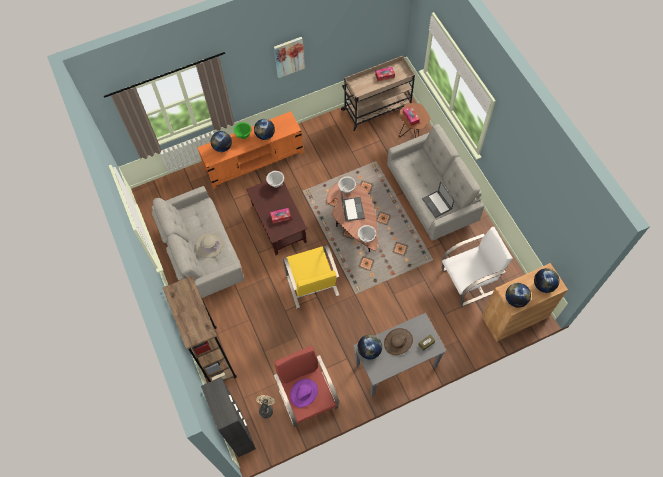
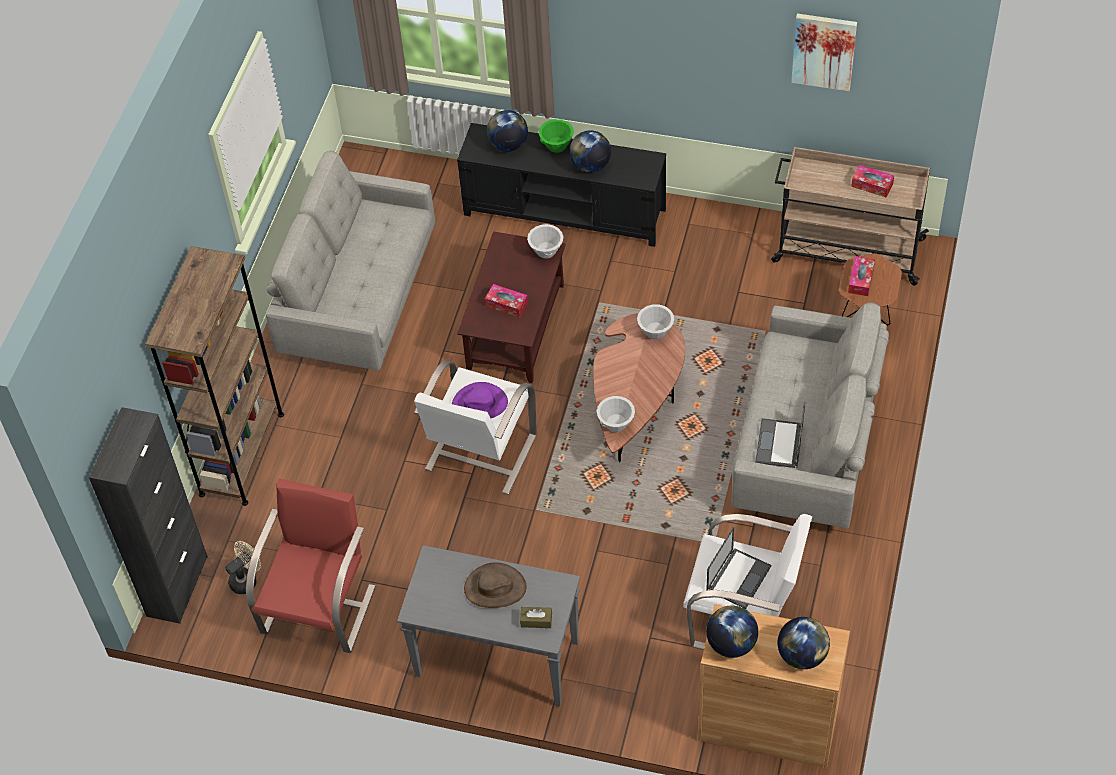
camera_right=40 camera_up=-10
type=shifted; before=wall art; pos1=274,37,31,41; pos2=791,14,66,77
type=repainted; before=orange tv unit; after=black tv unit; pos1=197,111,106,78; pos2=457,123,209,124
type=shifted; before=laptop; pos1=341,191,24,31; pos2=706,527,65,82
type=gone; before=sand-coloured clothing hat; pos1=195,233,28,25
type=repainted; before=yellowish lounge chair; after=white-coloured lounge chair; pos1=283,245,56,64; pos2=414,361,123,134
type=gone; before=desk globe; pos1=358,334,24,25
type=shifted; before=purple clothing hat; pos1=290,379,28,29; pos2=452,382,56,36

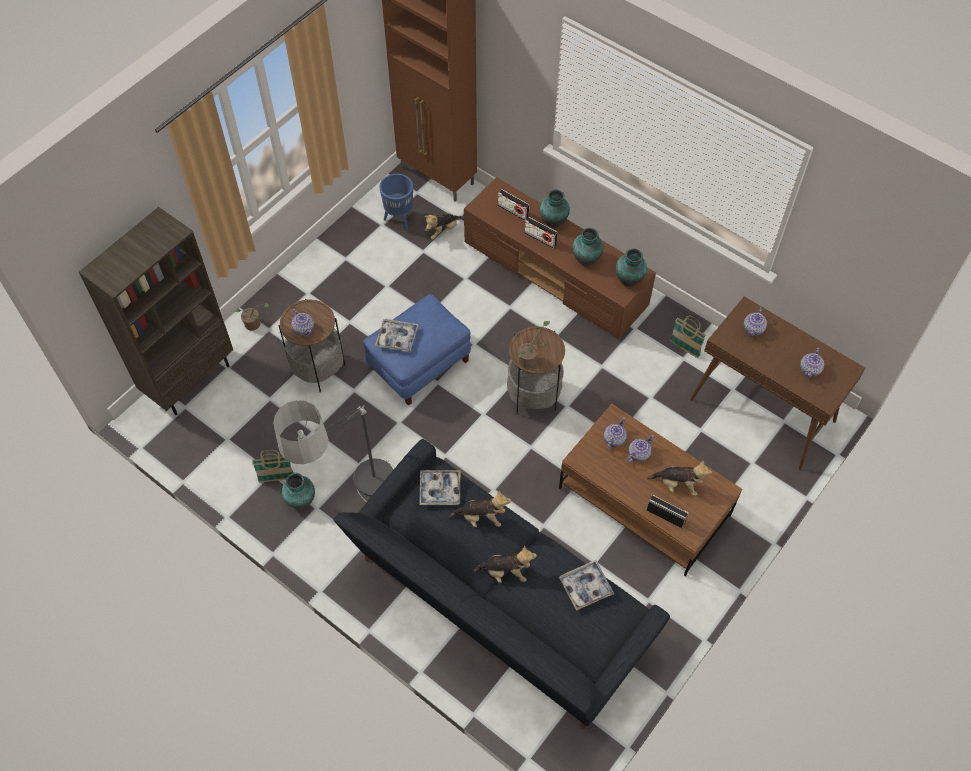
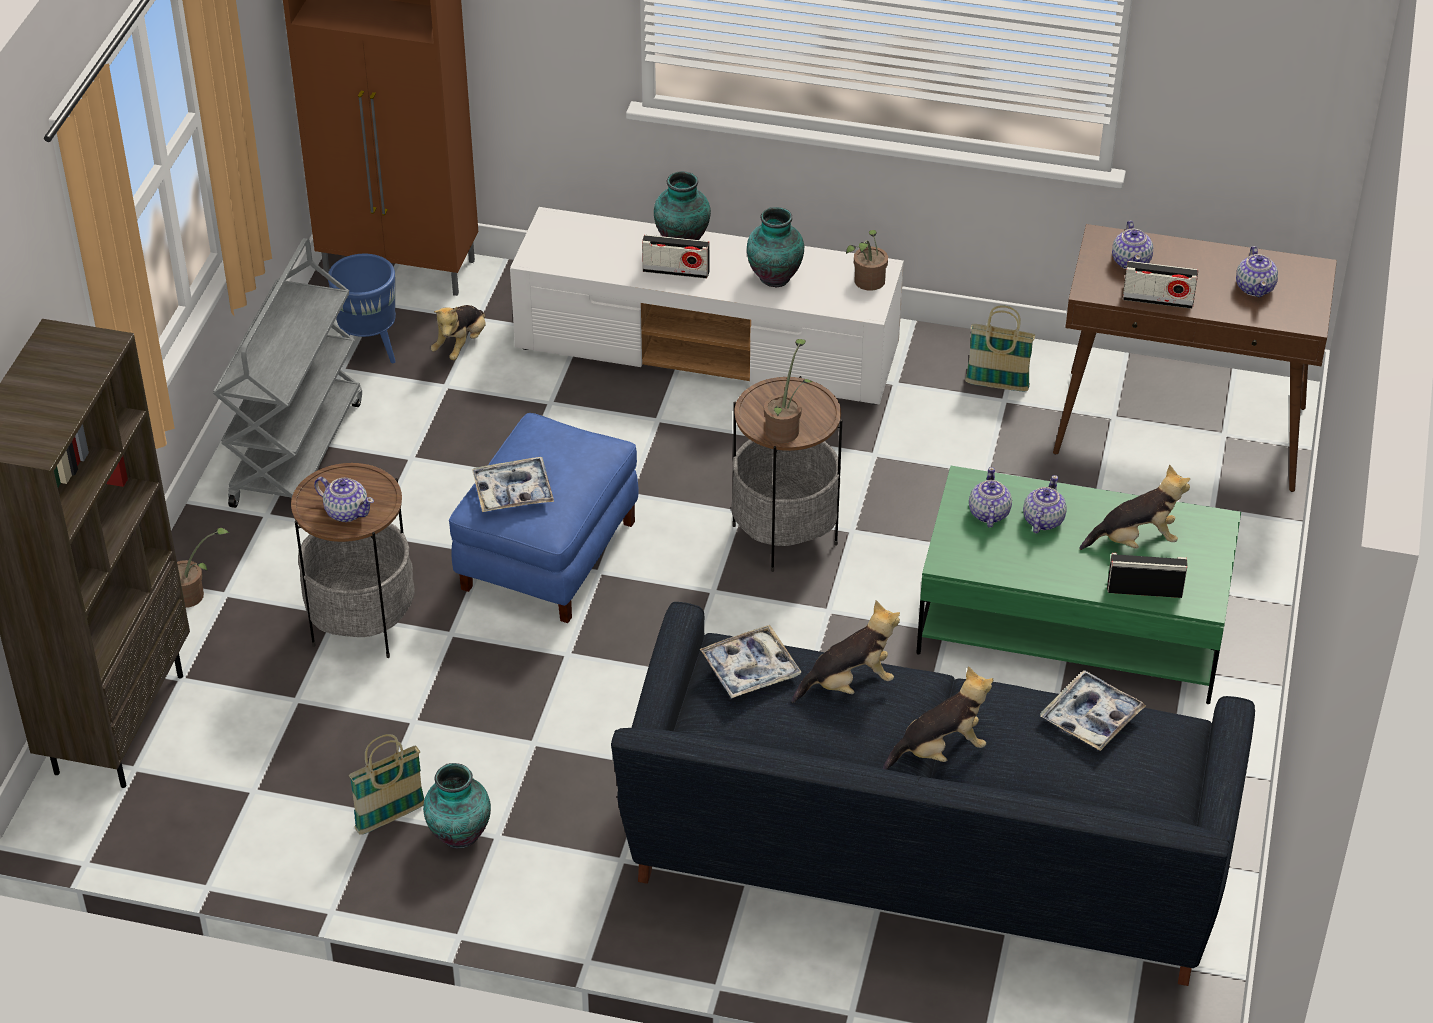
camera_right=-25 camera_up=-15
type=repainted; before=brown-coloured tv unit; after=white-coloured tv unit; pos1=464,177,192,162; pos2=510,207,394,198
type=shifted; before=radio; pos1=498,189,32,32; pos2=1123,261,75,48
type=swapped; before=decorative vase; after=potted plant; pos1=616,249,31,38; pos2=846,230,42,61
type=gone; before=floor lamp; pos1=273,400,122,102
type=repainted; before=brown-coloured low table; after=greenish low table; pos1=559,404,183,172; pos2=916,466,325,238
type=new; after=greyish trolley; pos2=213,238,149,270

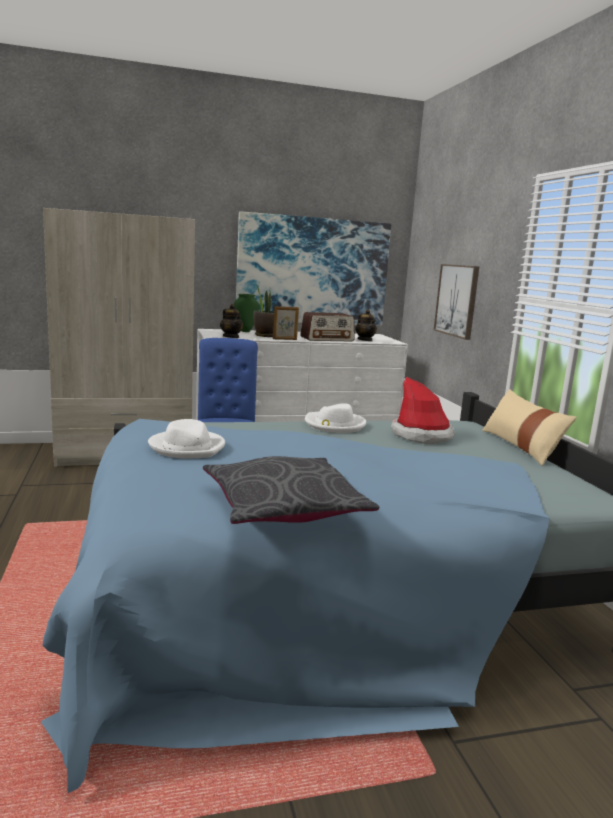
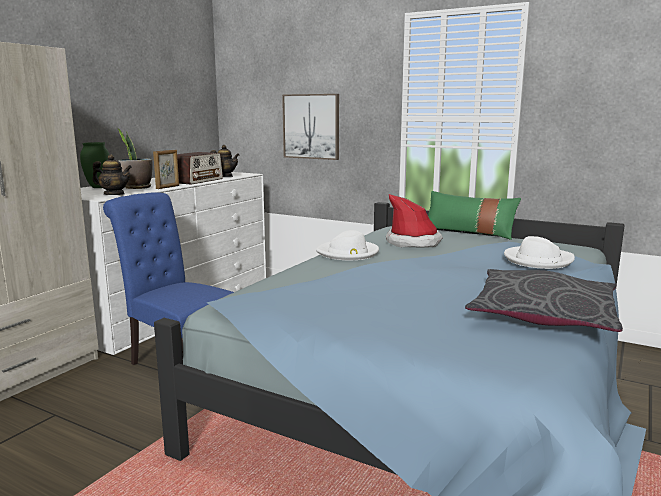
camera_right=-45 camera_up=0
type=gone; before=wall art; pos1=236,211,155,115
type=repainted; before=sand-coloured cushion; after=greenish cushion; pos1=482,389,95,77; pos2=428,191,93,49
type=shifted; before=white-coloured clothing hat; pos1=148,419,77,40; pos2=504,236,71,33

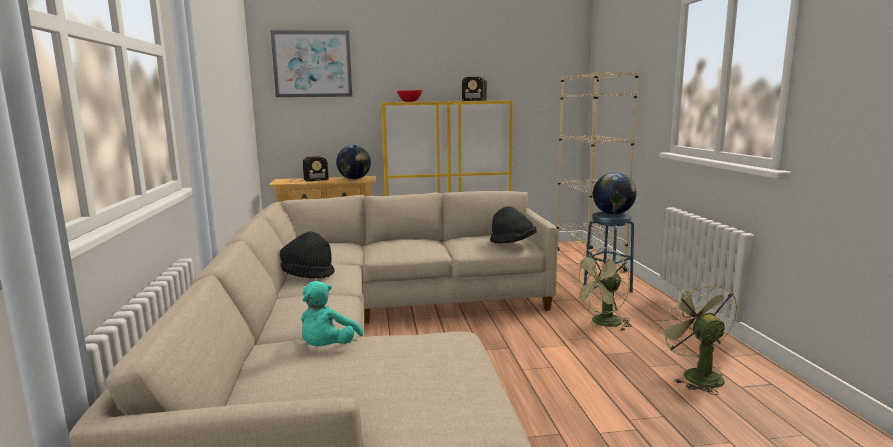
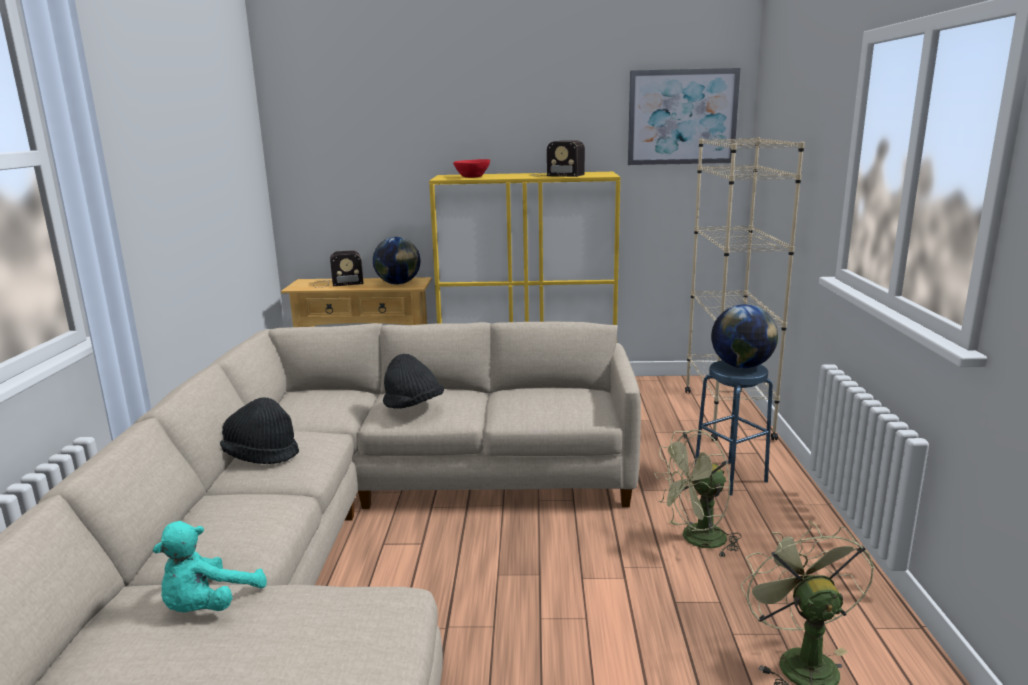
camera_right=10 camera_up=5
type=shifted; before=wall art; pos1=270,30,82,68; pos2=628,68,113,97
type=shifted; before=black clothing hat; pos1=490,206,47,38; pos2=383,354,61,55

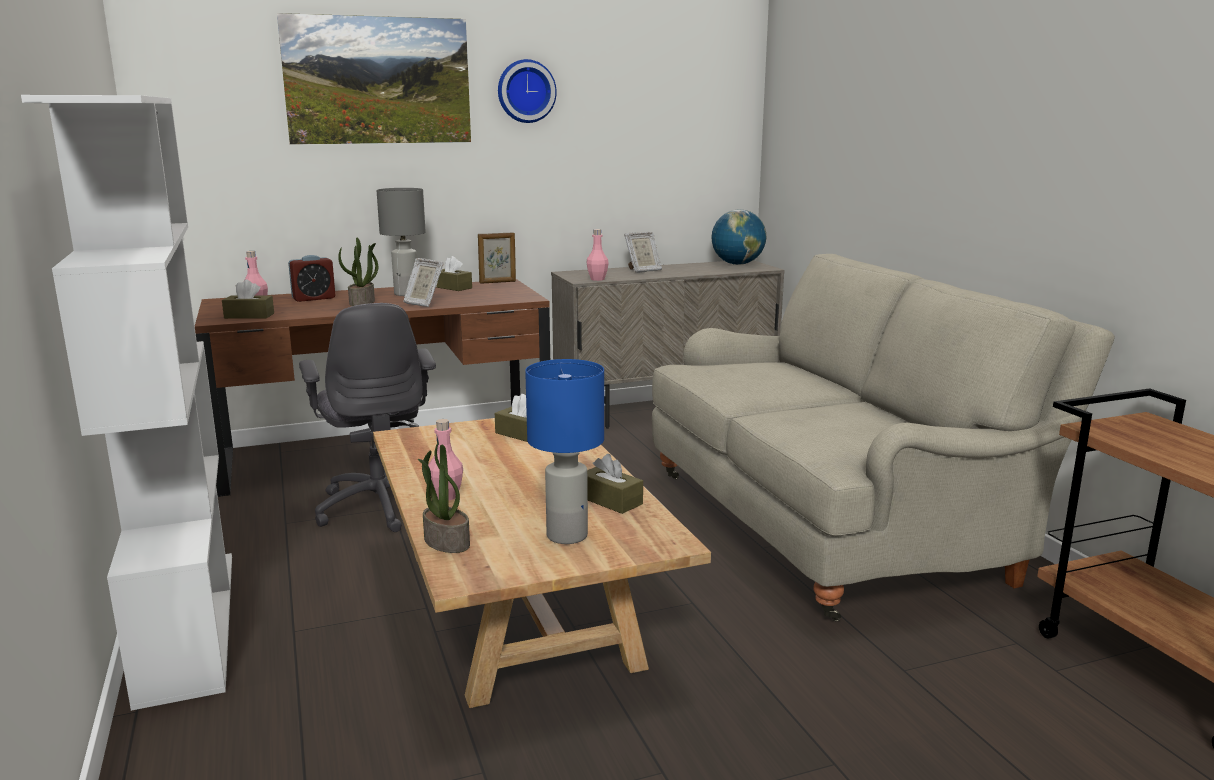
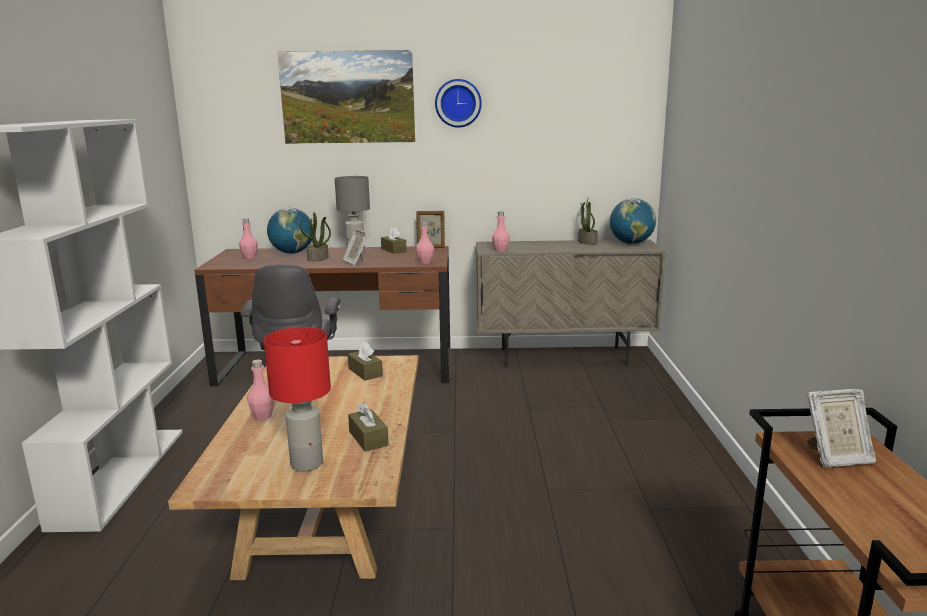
camera_right=20 camera_up=0
type=shifted; before=photo frame; pos1=624,232,38,41; pos2=807,389,69,79
type=gone; before=sand-coloured settee; pos1=652,254,463,367
type=swapped; before=table clock; after=desk globe; pos1=288,255,47,47; pos2=267,208,46,46
type=gone; before=brown-coloured tissue box; pos1=222,280,52,39
type=repainted; before=blue-coloured lamp for a table; after=red-coloured lamp for a table; pos1=525,359,79,185; pos2=264,327,67,144
type=shifted; before=potted plant; pos1=418,441,52,112; pos2=578,199,20,46
type=new; after=pinkish beverage bottle; pos2=416,222,18,42

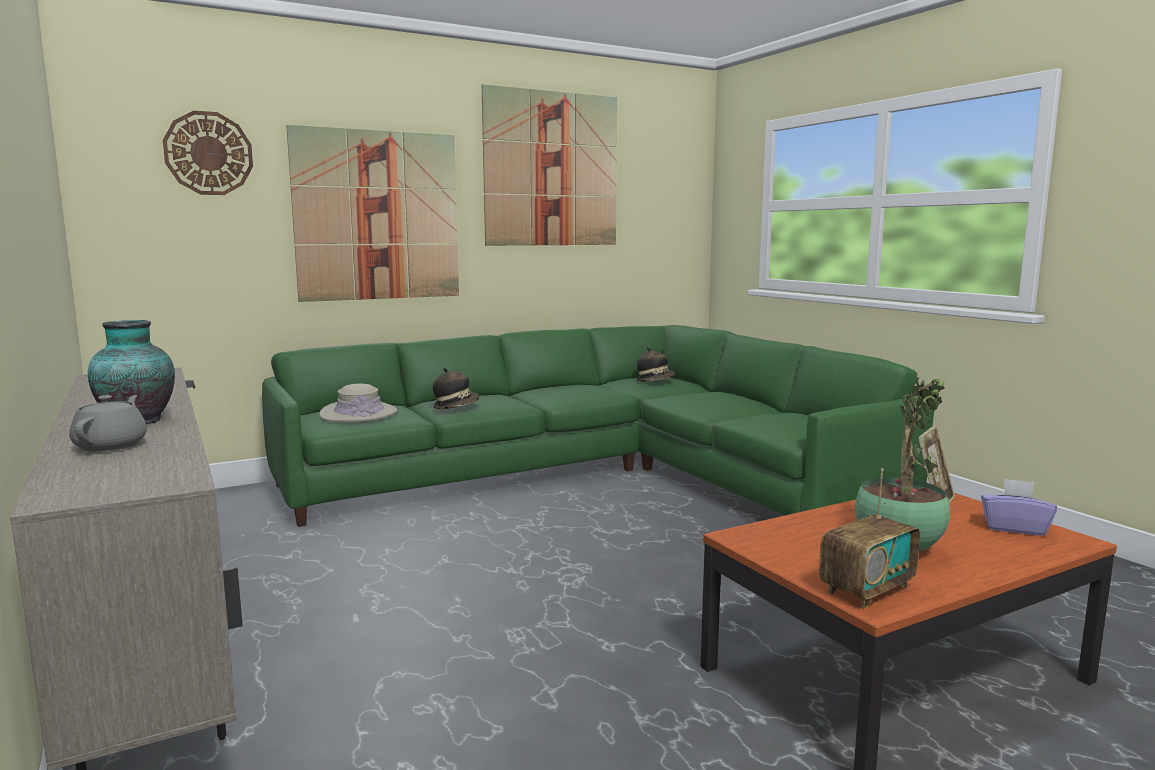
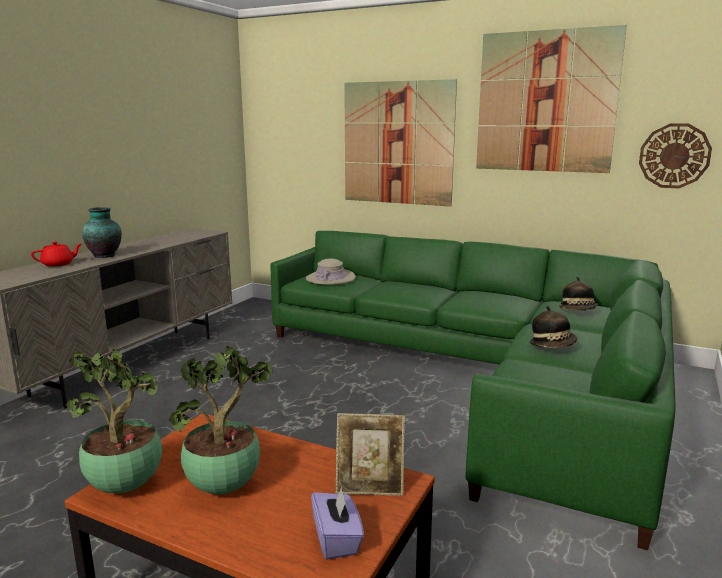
camera_right=55 camera_up=5
type=shifted; before=hanging clock; pos1=163,111,90,84; pos2=639,124,73,64
type=shifted; before=clothing hat; pos1=433,368,46,41; pos2=530,306,47,42
type=repainted; before=greyish pot for tea; after=red-coloured pot for tea; pos1=70,395,77,57; pos2=31,242,51,25
type=swapped; before=radio; after=potted plant; pos1=819,468,101,141; pos2=65,349,97,145

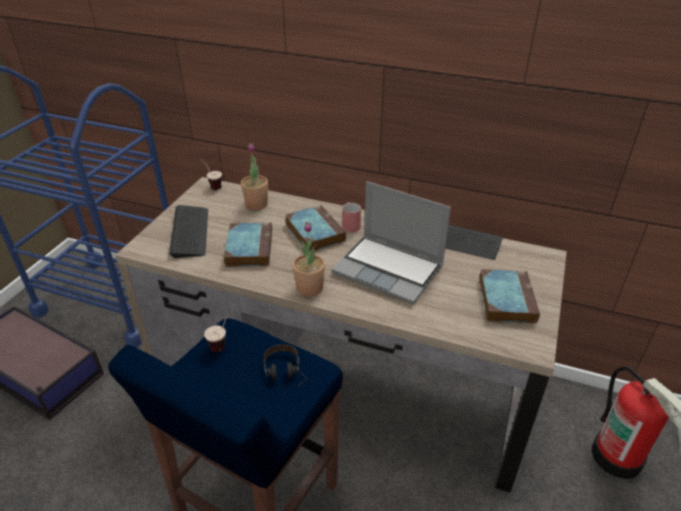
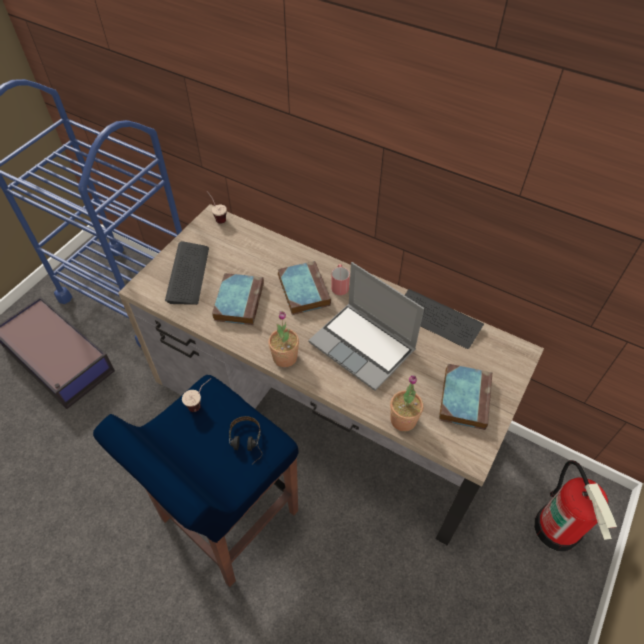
camera_right=10 camera_up=15
type=shifted; before=potted plant; pos1=241,144,27,66; pos2=390,375,33,56

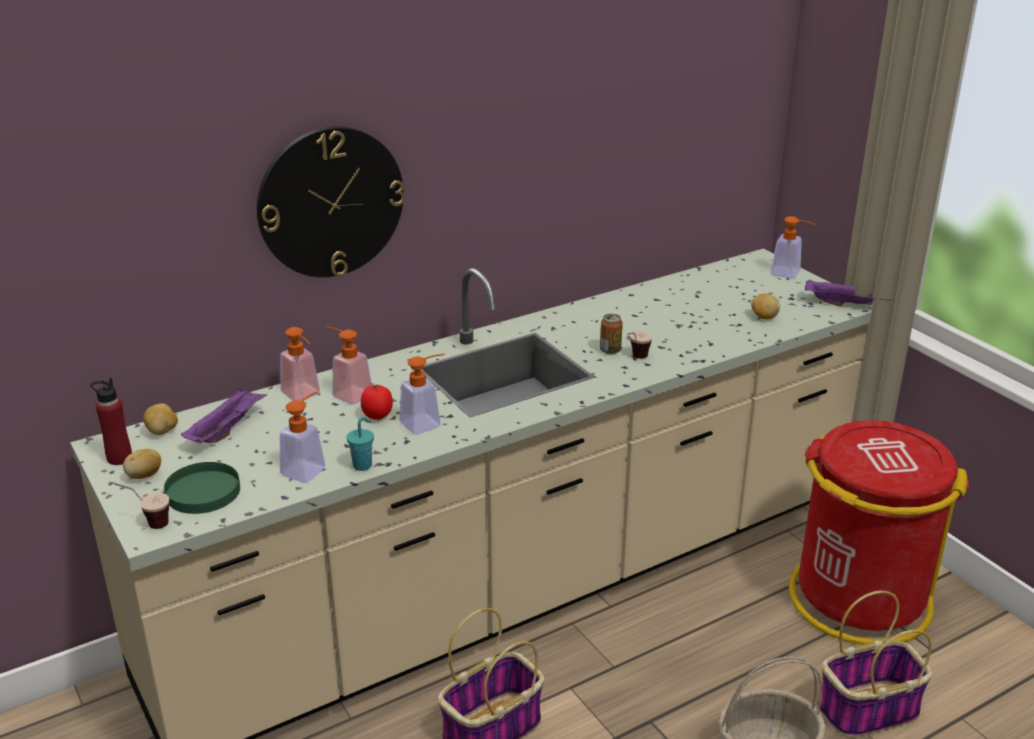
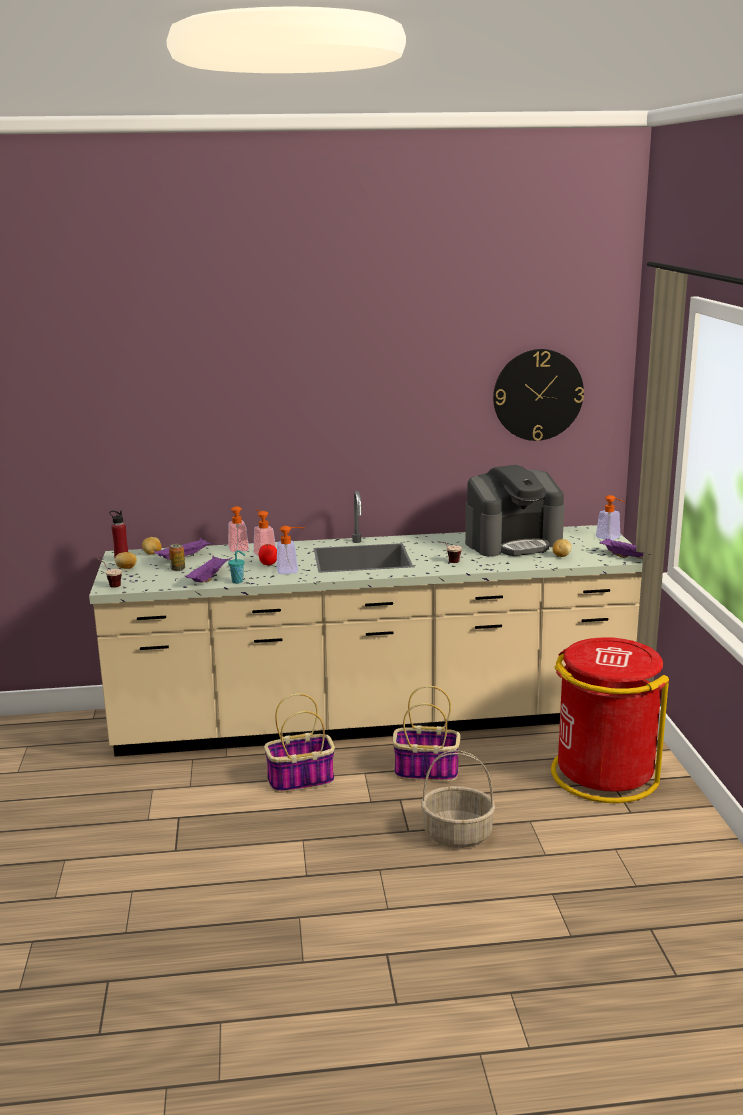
camera_right=25 camera_up=-10
type=shifted; before=hanging clock; pos1=257,126,148,151; pos2=493,349,91,92
type=shifted; before=metal can; pos1=600,314,23,40; pos2=169,544,16,27
type=swapped; before=soap dispenser; after=purple tray; pos1=280,391,45,92; pos2=185,556,47,27
type=gone; before=greenish dinner plate; pos1=164,462,76,52
type=shifted; before=storage basket; pos1=817,591,115,146; pos2=393,686,68,96
type=new; after=coffee brewer; pos2=465,465,99,92

